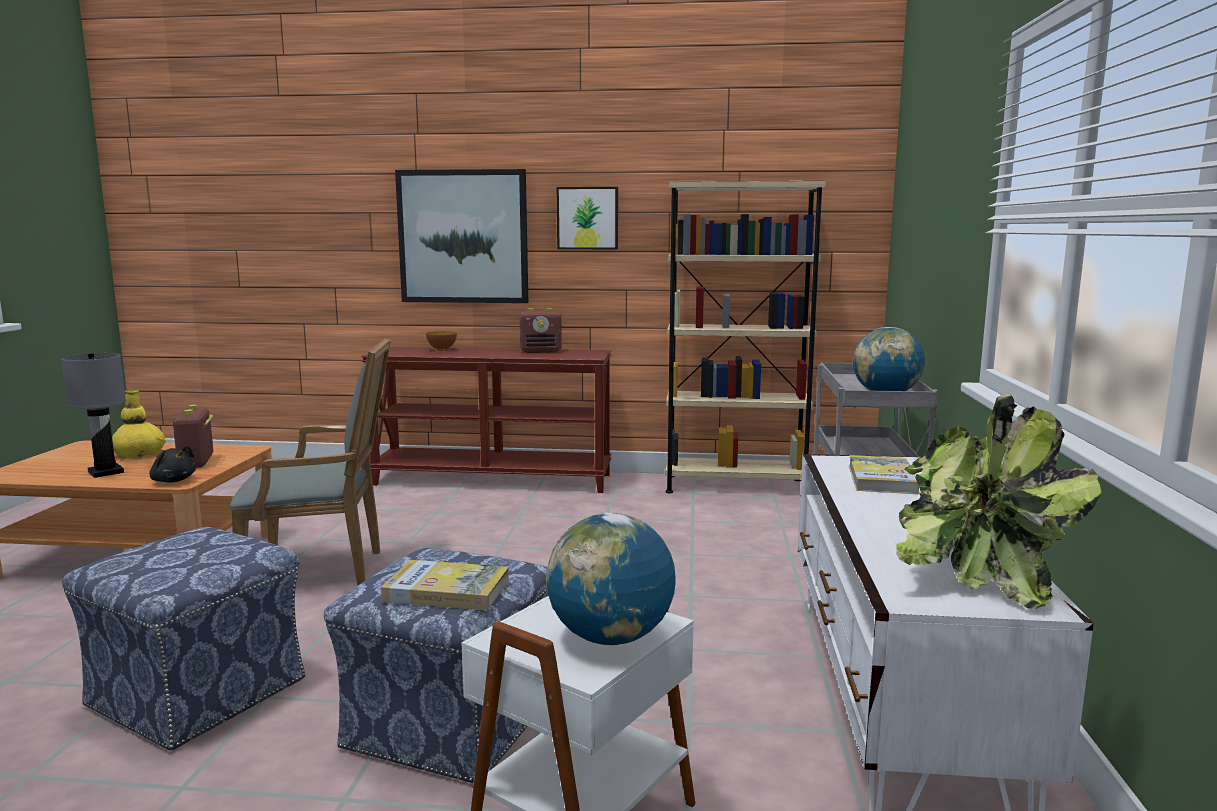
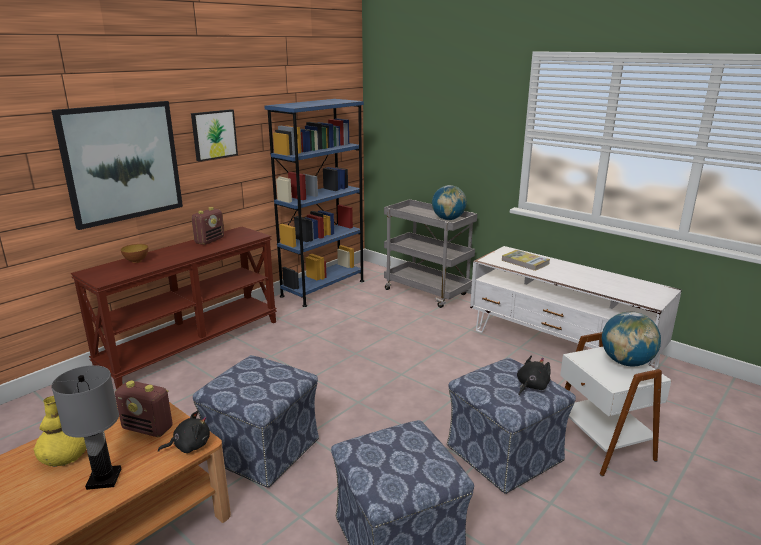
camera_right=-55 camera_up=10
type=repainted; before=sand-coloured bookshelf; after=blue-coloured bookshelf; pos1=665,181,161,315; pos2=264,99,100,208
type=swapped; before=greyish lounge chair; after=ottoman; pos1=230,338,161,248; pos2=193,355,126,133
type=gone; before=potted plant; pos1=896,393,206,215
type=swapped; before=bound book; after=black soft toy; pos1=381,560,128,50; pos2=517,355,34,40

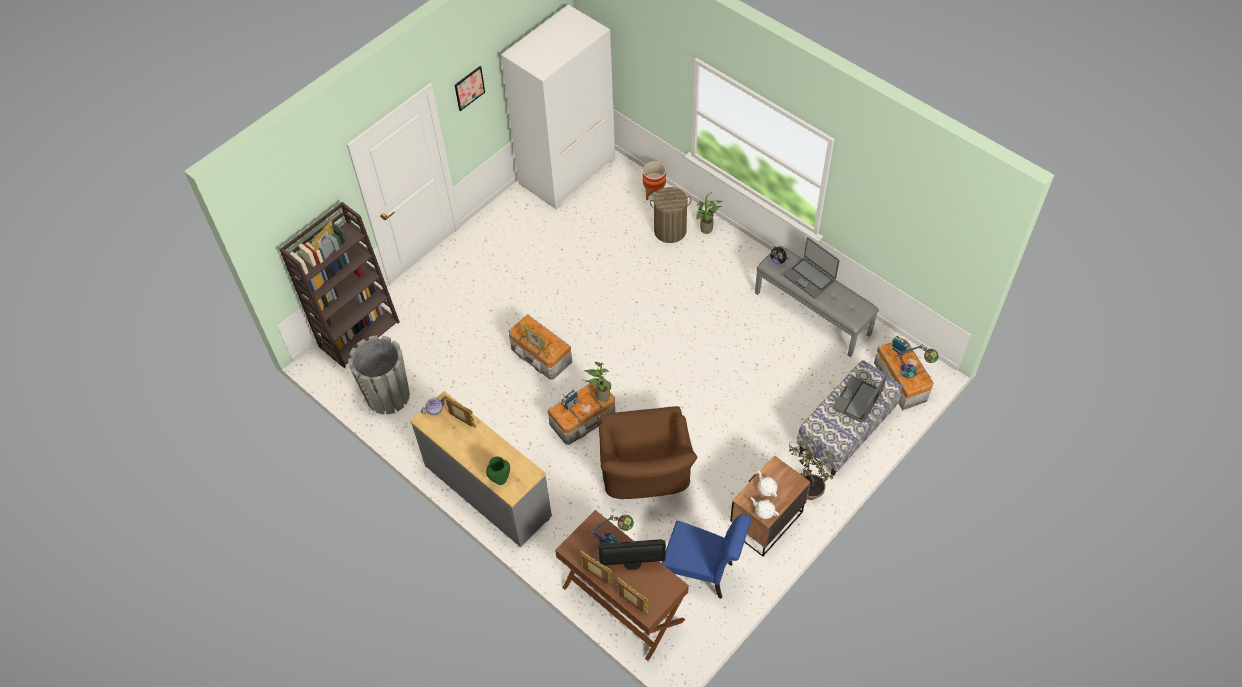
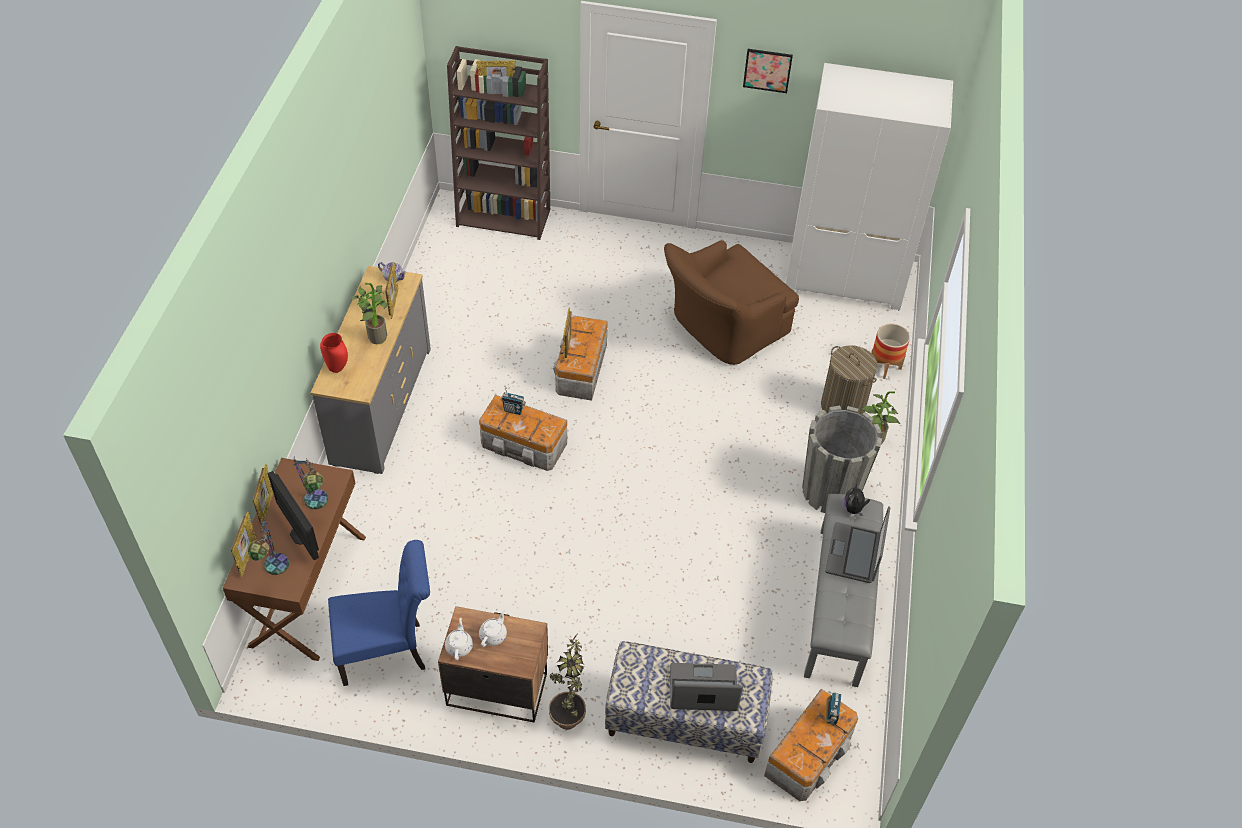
camera_right=55 camera_up=-5
type=shifted; before=greyish plant pot; pos1=348,335,62,80; pos2=802,405,80,108
type=shifted; before=lamp for a table; pos1=896,344,43,34; pos2=248,516,41,59
type=shifted; before=potted plant; pos1=584,362,27,39; pos2=350,283,38,61
type=shifted; before=brown-coloured lounge chair; pos1=599,406,98,93; pos2=664,240,135,125
type=repainted; before=greenish decorative vase; after=red-coloured decorative vase; pos1=486,457,24,28; pos2=320,333,28,40
type=rotated; before=blue-coloured chair; pos1=662,514,89,85; pos2=328,540,102,146; turn=-90

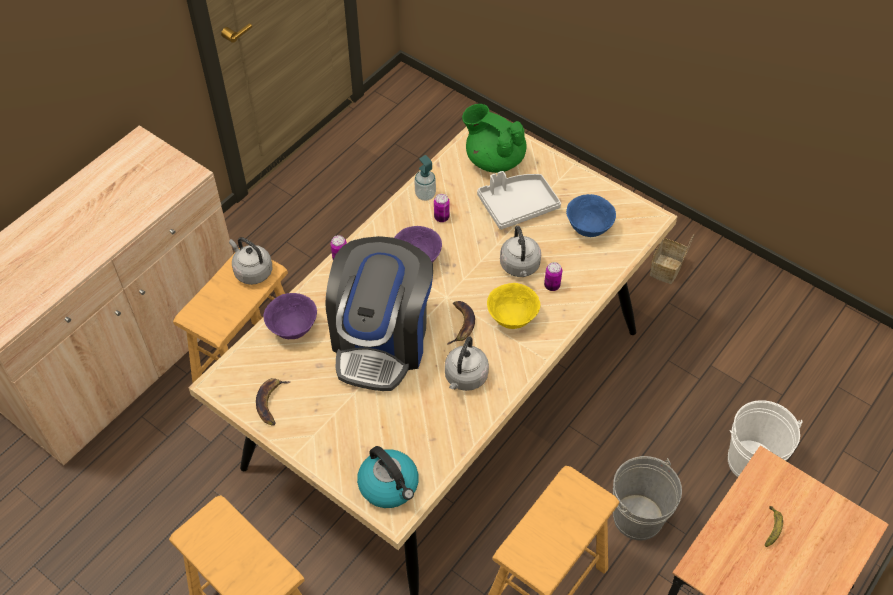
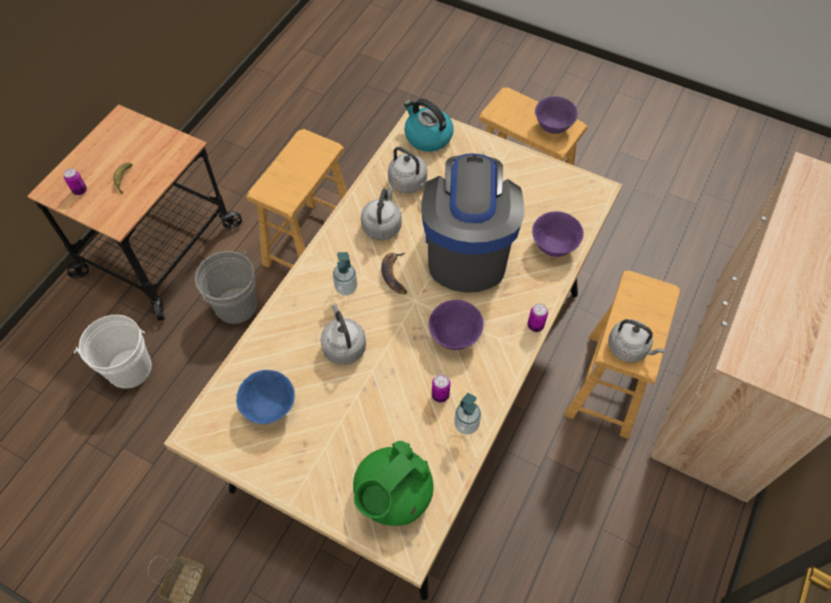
camera_right=170 camera_up=5
type=rotated; before=greenish pot for tea; pos1=462,104,65,69; pos2=353,441,81,85; turn=105
type=gone; before=greyish tray; pos1=477,171,84,59
type=shifted; before=metal can; pos1=544,262,18,29; pos2=64,168,23,27
type=swapped; before=yellowish deep dish; after=soap dispenser; pos1=487,283,53,46; pos2=333,252,24,43
type=gone; before=whole banana; pos1=256,378,35,48
type=new; after=purple deep dish; pos2=535,96,43,38
type=new; after=greyish water kettle; pos2=388,147,42,47

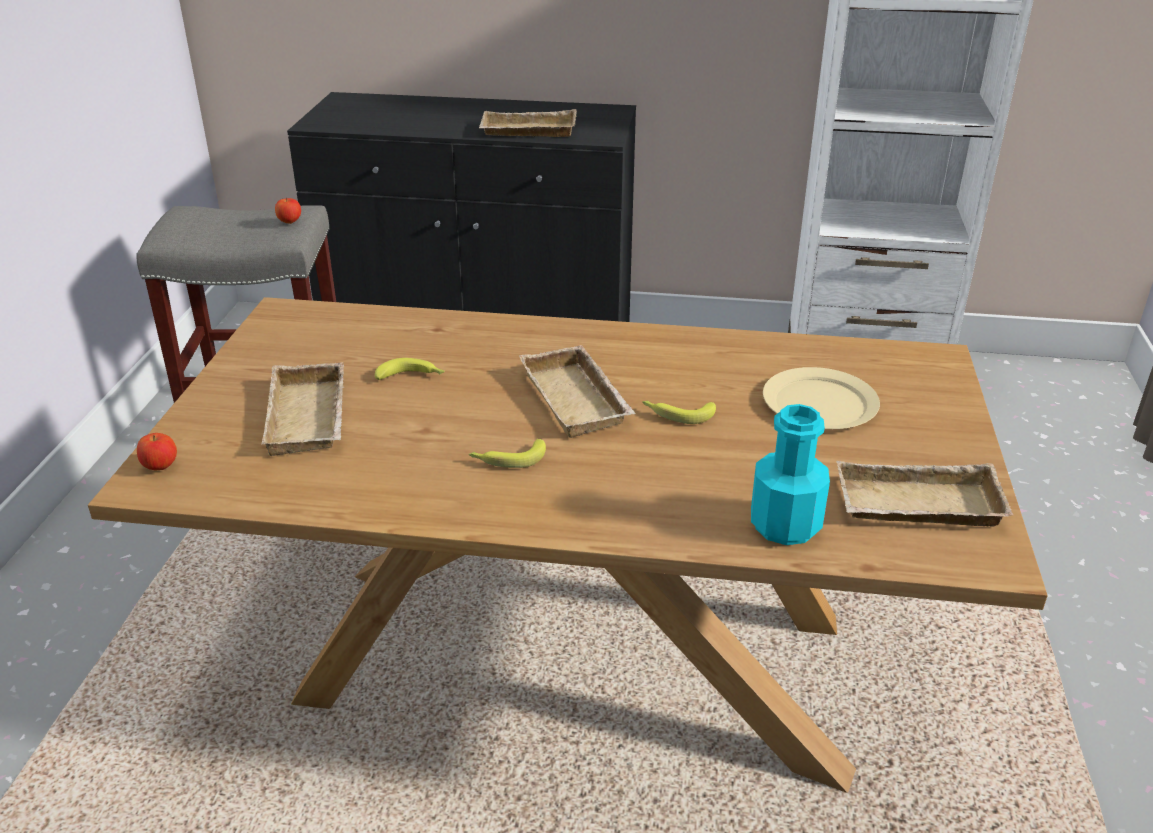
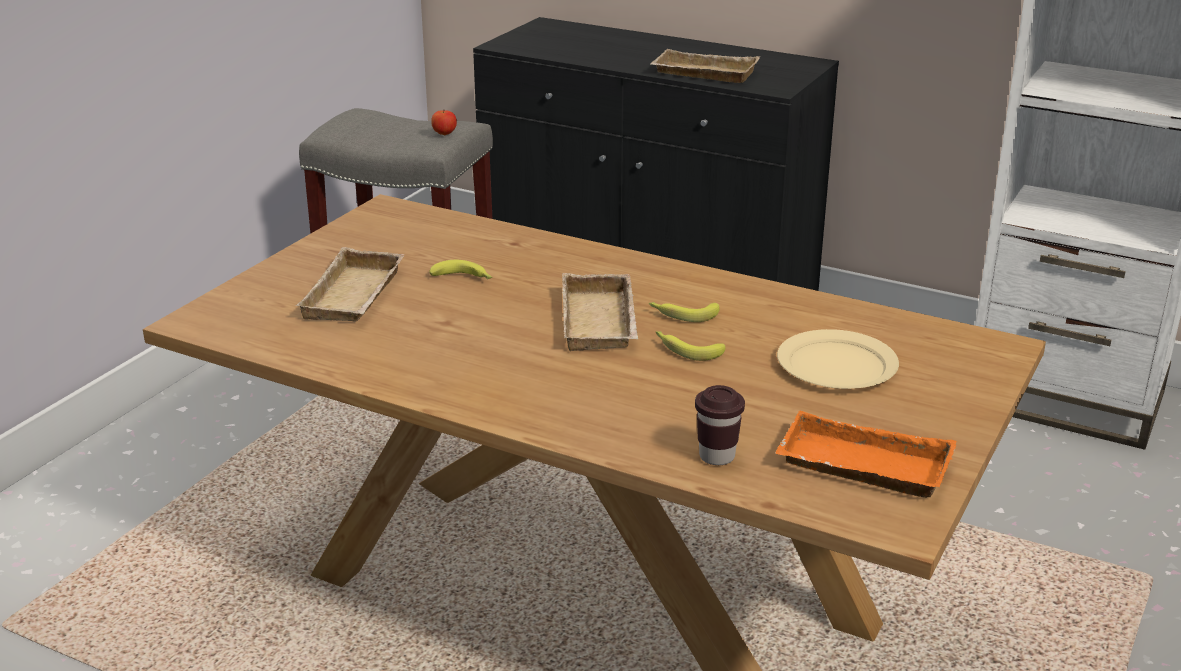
camera_right=20 camera_up=-5
type=swapped; before=blue-green beverage bottle; after=brown-coloured drinking cup; pos1=751,404,79,141; pos2=695,385,50,80
type=gone; before=apple; pos1=137,433,40,37
type=shifted; before=whole banana; pos1=469,439,77,29; pos2=649,302,71,20
type=repainted; before=sand-coloured tray; after=orange tray; pos1=836,461,178,65; pos2=775,410,182,88

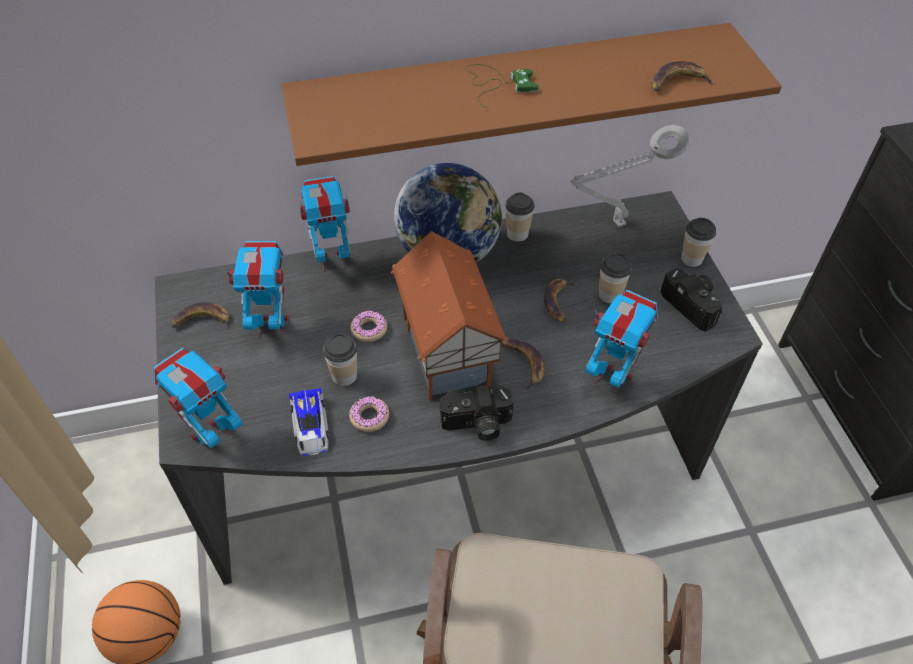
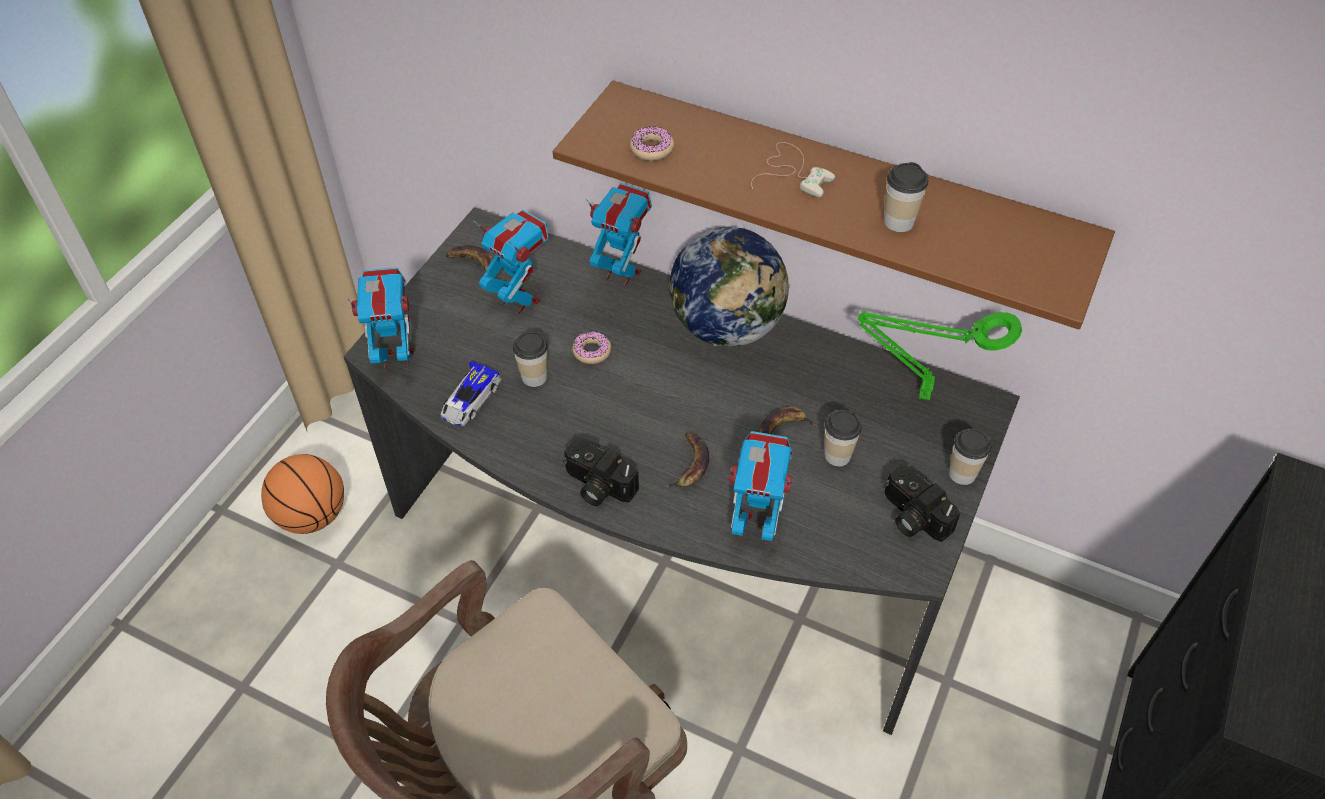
camera_right=40 camera_up=0
type=gone; before=whole banana; pos1=651,61,64,30
type=repainted; before=greenish gamepad; after=white-coloured gamepad; pos1=466,64,73,44; pos2=751,142,84,55
type=repainted; before=greyish lamp for a table; after=greenish lamp for a table; pos1=571,125,118,102; pos2=858,311,164,89
type=shifted; before=drinking cup; pos1=506,193,29,49; pos2=884,162,45,70
type=gone; before=miniature house; pos1=391,231,117,169
type=rotated; before=photo camera; pos1=661,267,62,65; pos2=885,464,75,78; turn=135
type=rotated; before=toy robot; pos1=585,290,73,103; pos2=729,431,63,113; turn=-60
type=shifted; before=donut; pos1=349,396,40,36; pos2=630,126,44,35

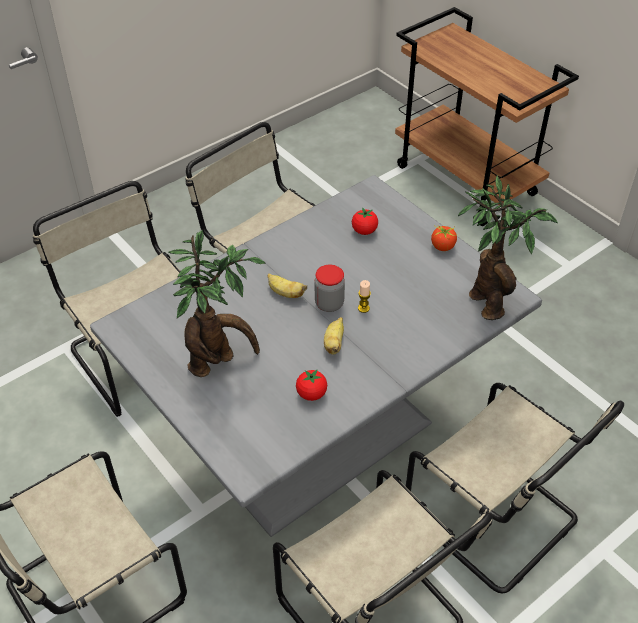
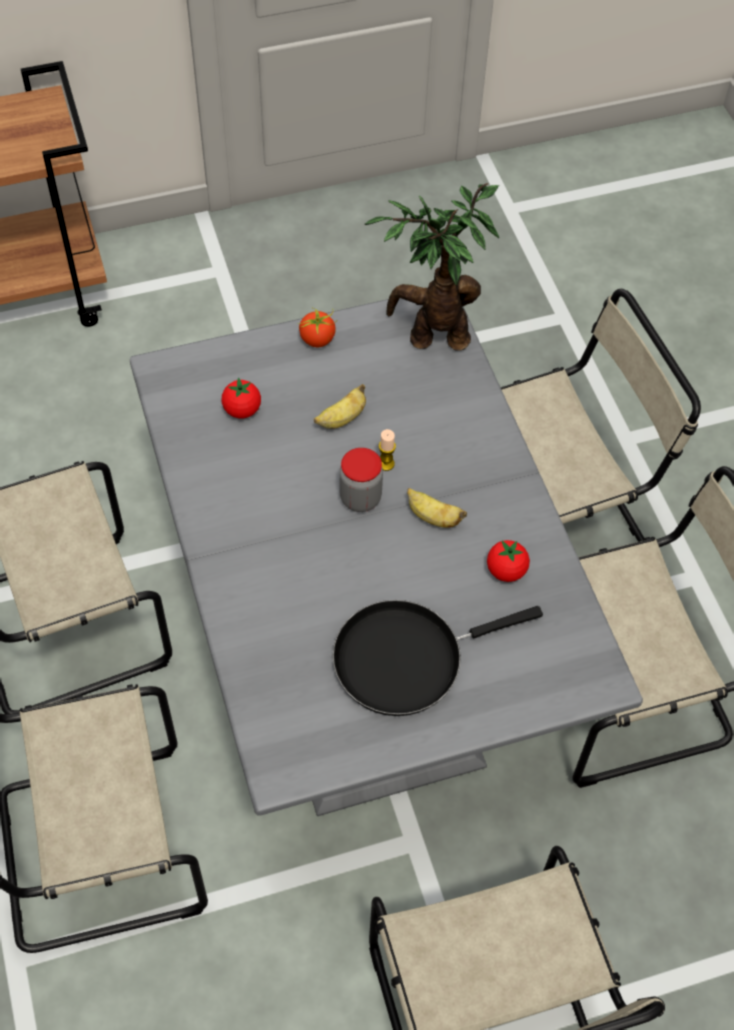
camera_right=-70 camera_up=10
type=swapped; before=potted plant; after=black pan; pos1=168,230,98,147; pos2=332,600,211,116
type=shifted; before=whole banana; pos1=268,273,39,25; pos2=314,384,52,45

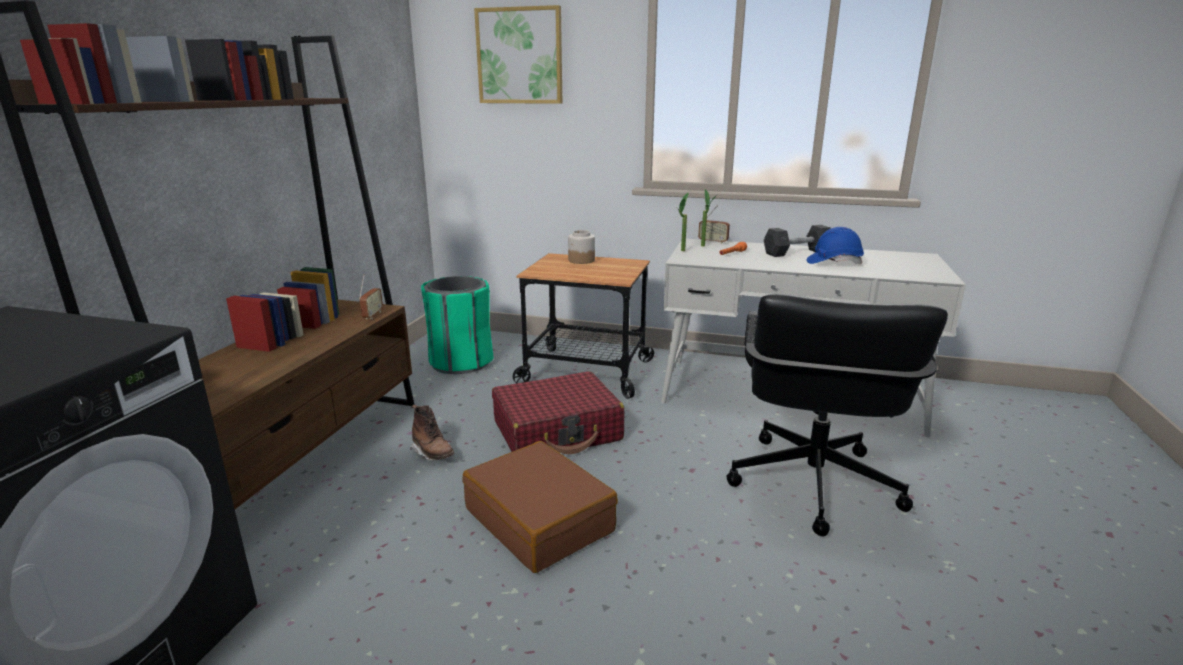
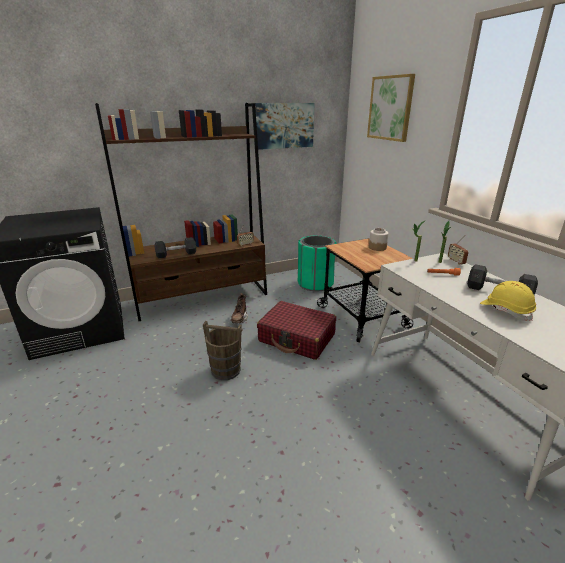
camera_right=50 camera_up=5
type=repainted; before=blue-coloured safety helmet; after=yellowish safety helmet; pos1=806,227,58,37; pos2=480,281,56,40
type=gone; before=black computer chair; pos1=726,294,222,242
type=swapped; before=brown-coloured travel case; after=brown-coloured water bucket; pos1=463,441,155,132; pos2=203,321,39,59
type=new; after=wall art; pos2=255,103,60,47
type=new; after=greyish dumbbell; pos2=154,237,42,21

